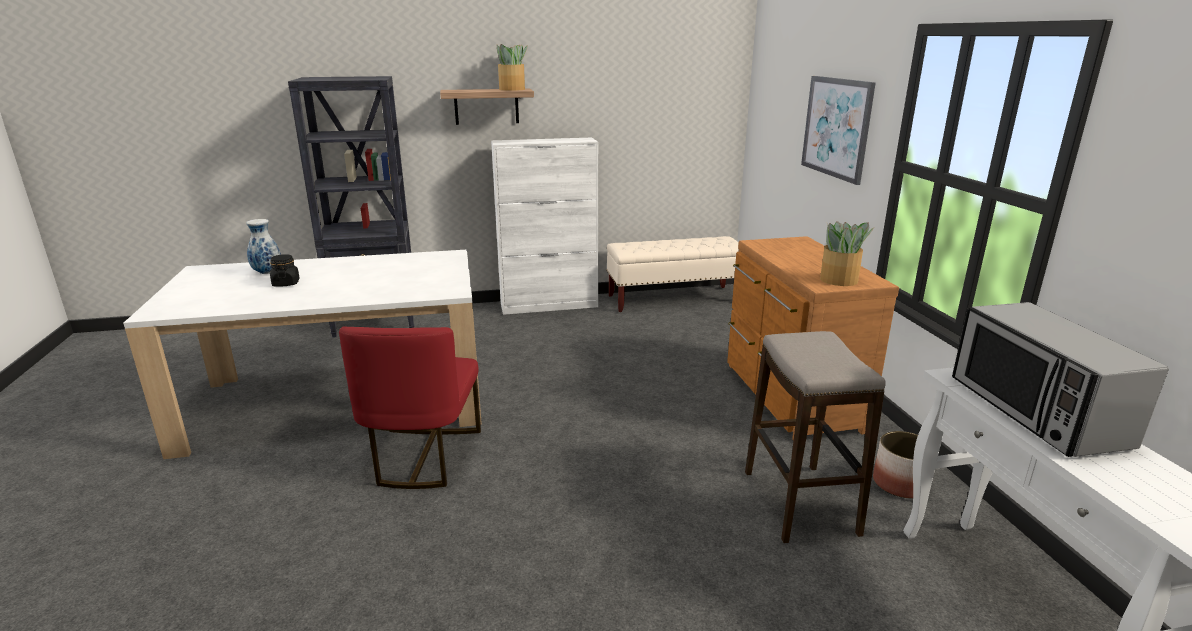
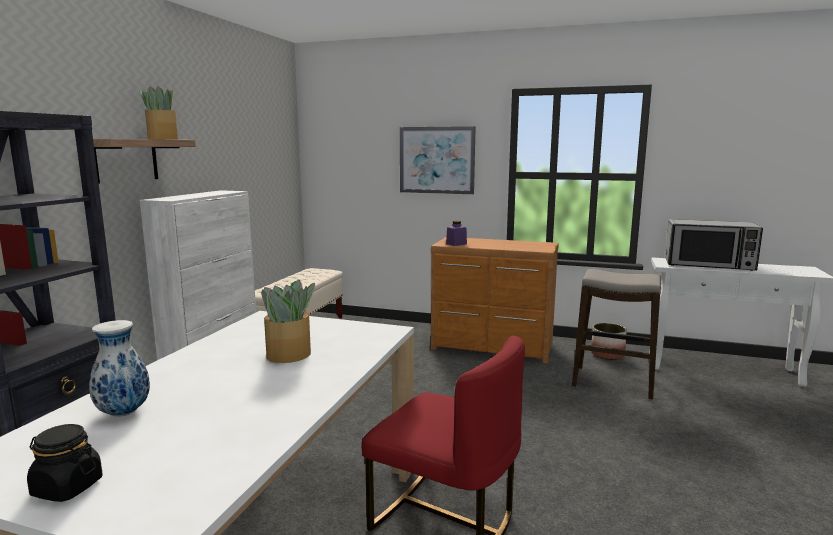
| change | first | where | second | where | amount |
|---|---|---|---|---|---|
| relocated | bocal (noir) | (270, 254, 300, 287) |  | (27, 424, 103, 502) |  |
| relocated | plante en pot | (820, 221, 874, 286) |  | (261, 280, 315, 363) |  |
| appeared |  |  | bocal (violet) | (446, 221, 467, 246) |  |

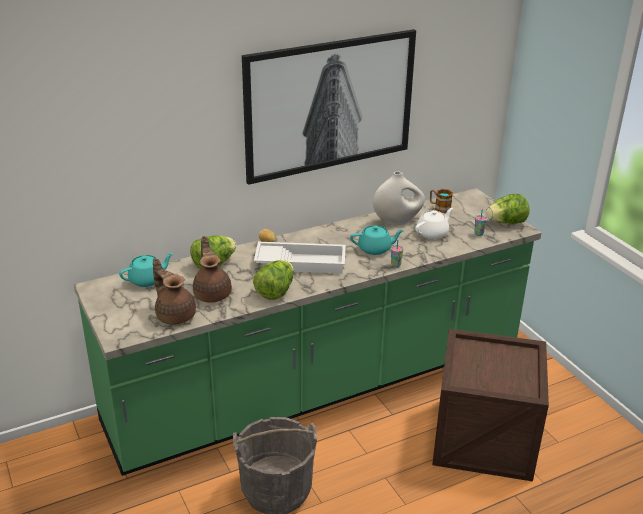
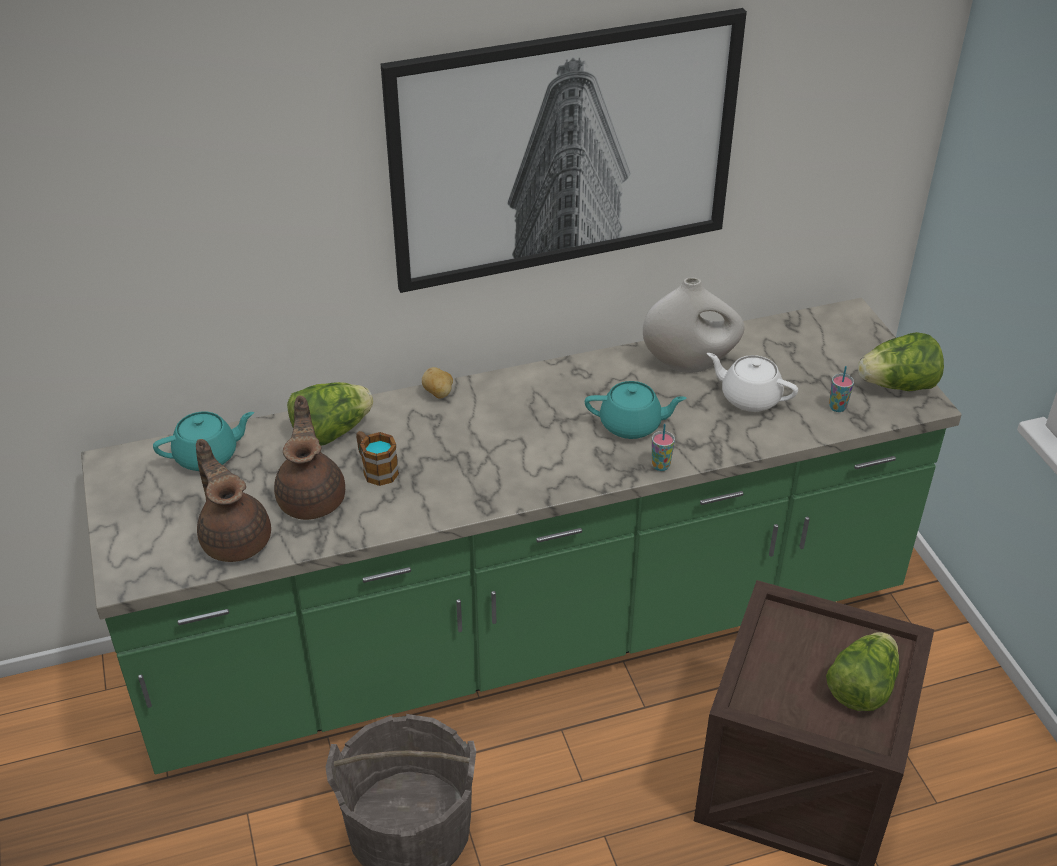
| change | first | where | second | where | amount |
|---|---|---|---|---|---|
| relocated | mug | (430, 189, 453, 213) |  | (356, 431, 399, 486) |  |
| spun | théière (blanc) | (416, 208, 453, 239) |  | (707, 353, 798, 412) | 120 degrees counterclockwise |
| relocated | laitue | (253, 260, 294, 300) |  | (826, 632, 899, 711) |  |
| missing | plateau (blanc) | (254, 242, 346, 274) |  |  |  |

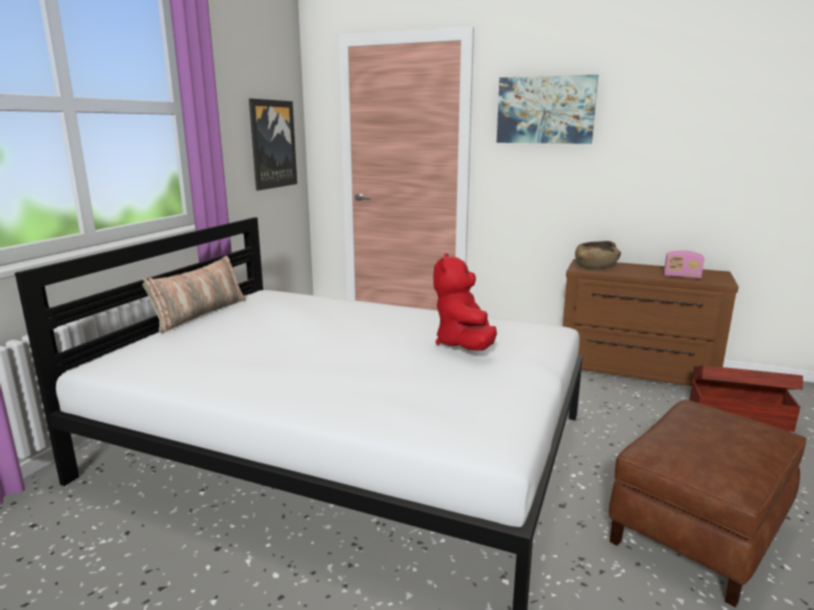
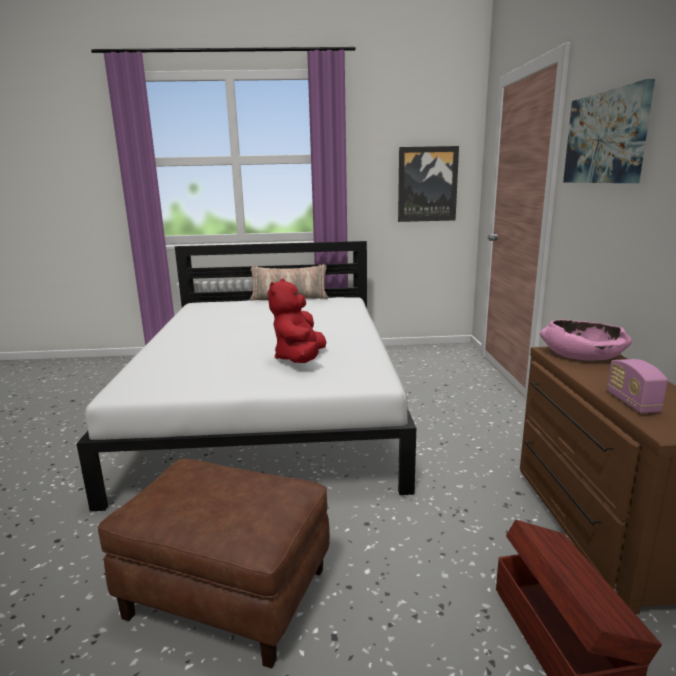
| change | first | where | second | where | amount |
|---|---|---|---|---|---|
| spun | peluche (rouge) | (433, 253, 497, 350) |  | (268, 279, 326, 363) | 60 degrees counterclockwise |
| colour | bol (marron) | (575, 241, 621, 269) | bol (rose) | (540, 319, 632, 361) |  |

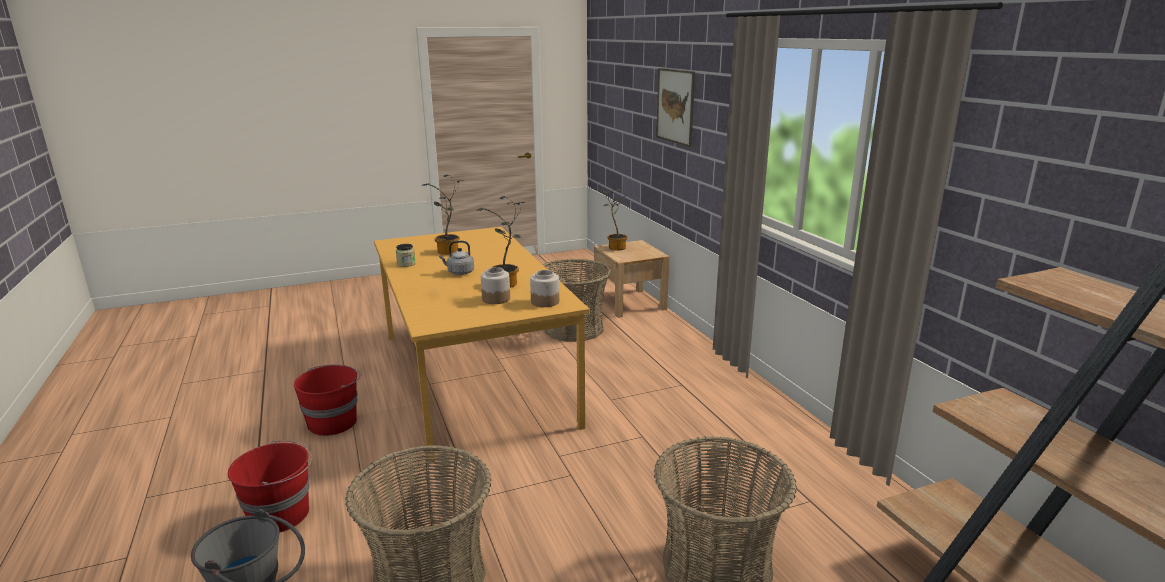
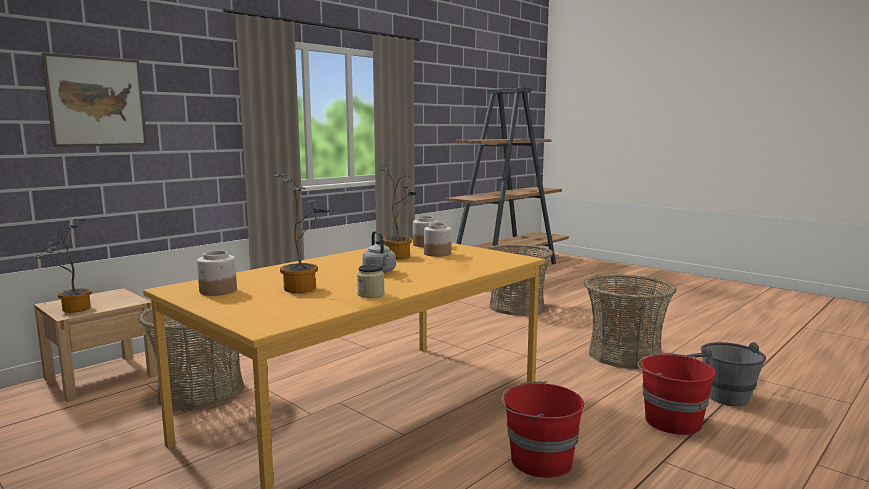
| change | first | where | second | where | amount |
|---|---|---|---|---|---|
| appeared |  |  | bocal | (197, 251, 237, 296) |  |

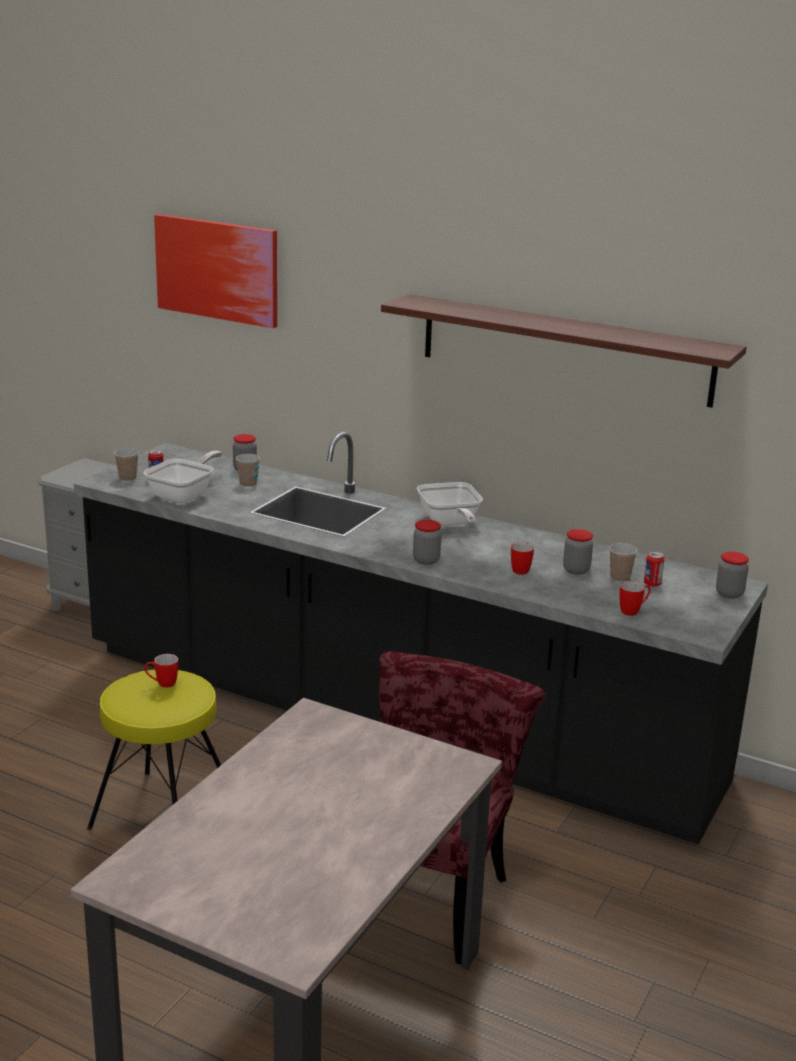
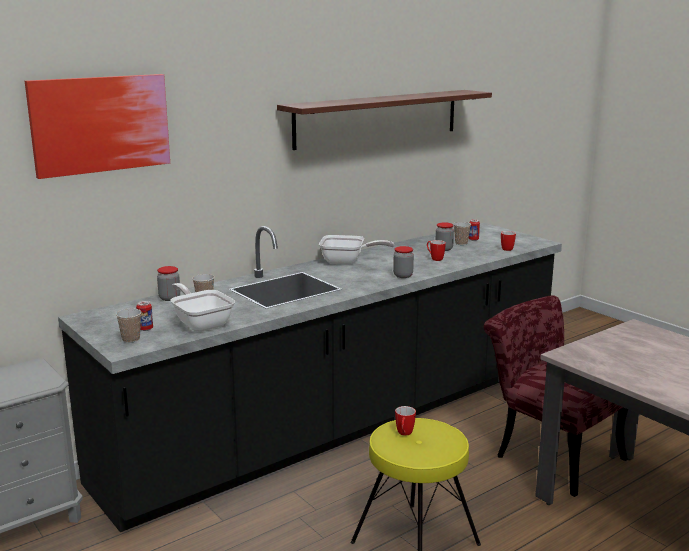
| change | first | where | second | where | amount |
|---|---|---|---|---|---|
| missing | bocal | (716, 552, 749, 599) |  |  |  |

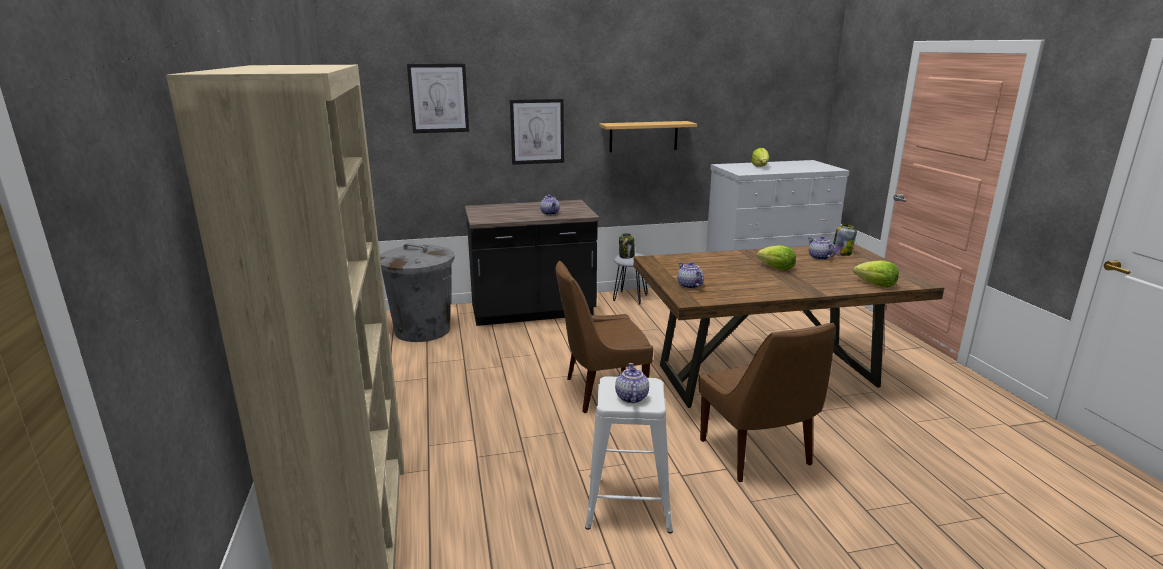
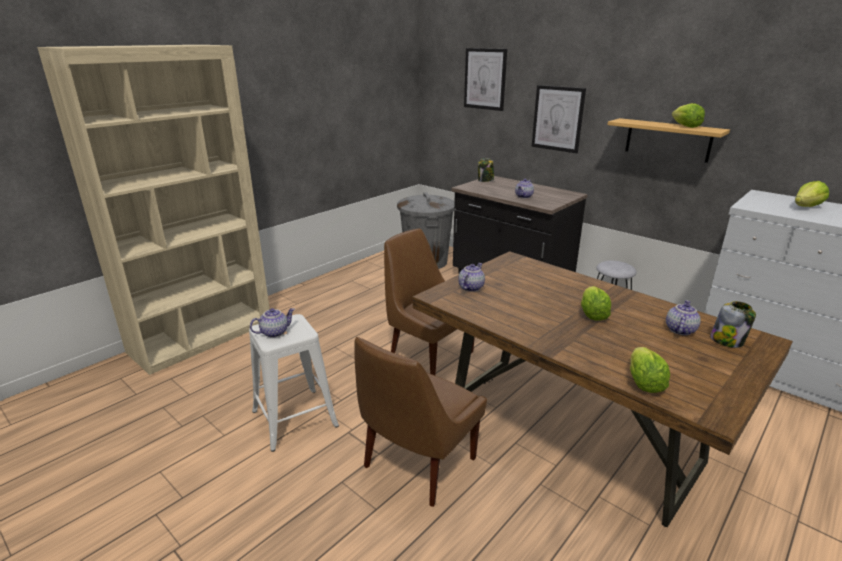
| change | first | where | second | where | amount |
|---|---|---|---|---|---|
| relocated | bocal | (619, 233, 635, 259) |  | (478, 158, 494, 182) |  |
| appeared |  |  | laitue | (672, 103, 705, 128) |  |

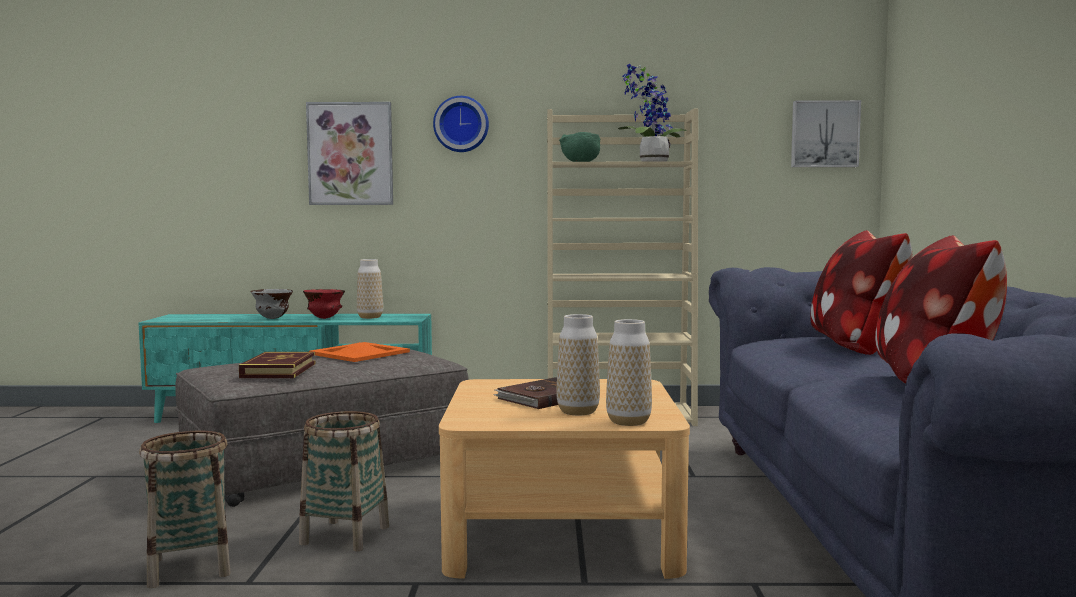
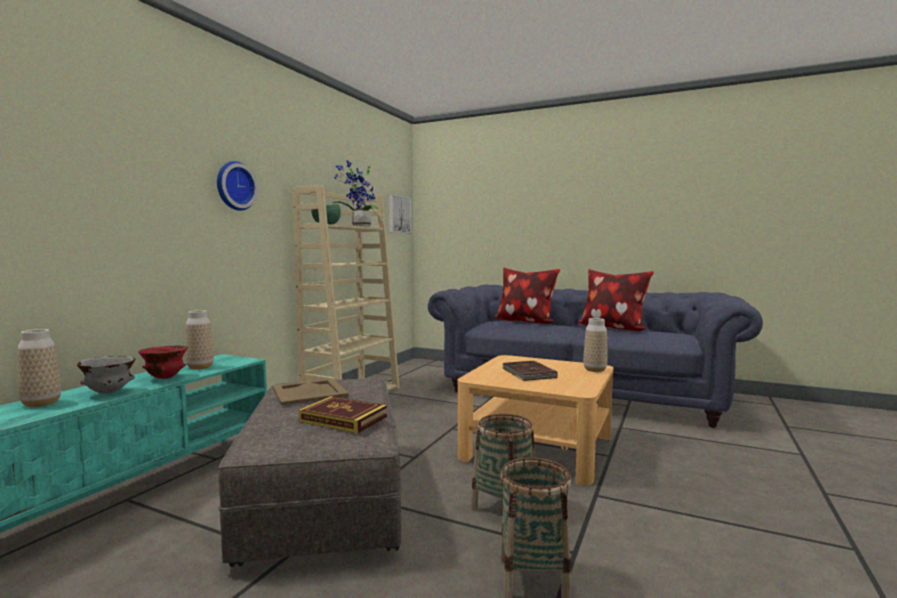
| change | first | where | second | where | amount |
|---|---|---|---|---|---|
| relocated | vase | (556, 314, 600, 416) |  | (17, 329, 61, 407) |  |
| colour | plateau (orange) | (309, 342, 410, 362) | plateau (beige) | (272, 378, 349, 406) |  |
| missing | tableau | (306, 102, 393, 205) |  |  |  |

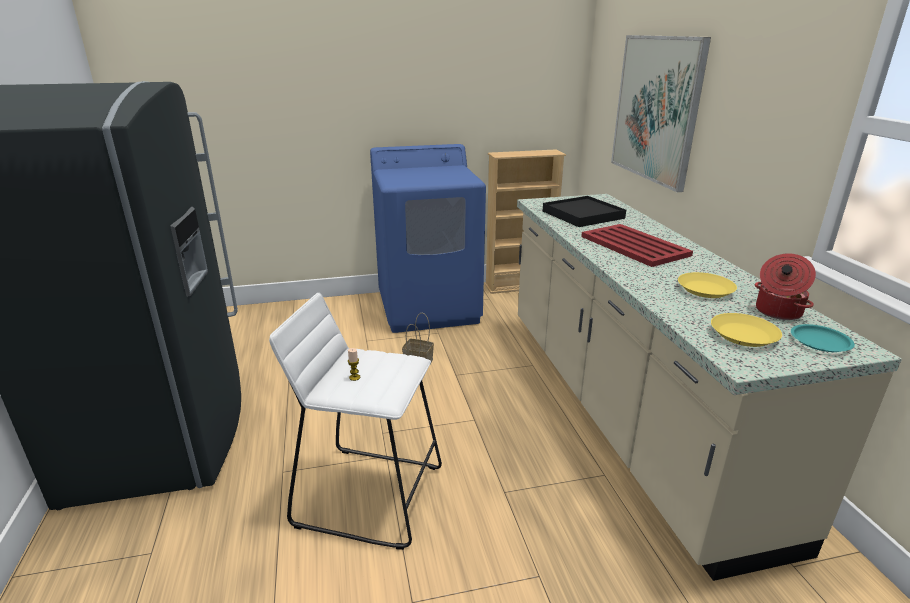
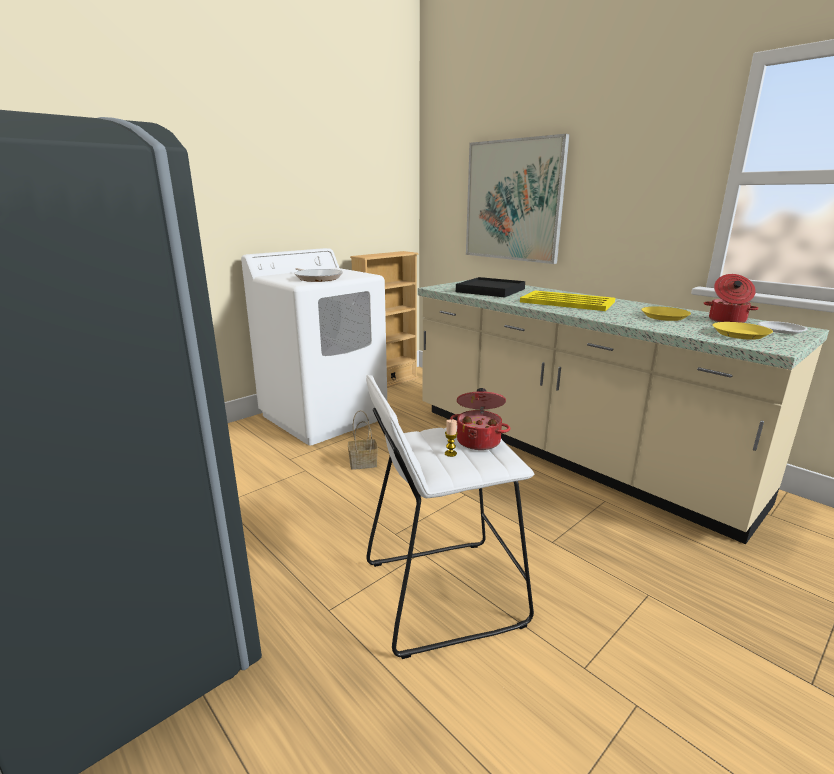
| change | first | where | second | where | amount |
|---|---|---|---|---|---|
| colour | lave-linge (bleu) | (370, 144, 486, 333) | lave-linge (blanc) | (241, 248, 387, 446) |  |
| appeared |  |  | poêle | (294, 268, 343, 282) |  |
| appeared |  |  | marmite | (450, 388, 510, 450) |  |
| colour | plateau (rouge) | (581, 224, 693, 267) | plateau (jaune) | (520, 291, 615, 311) |  |
| colour | assiette (turquoise) | (791, 324, 855, 352) | assiette (blanc) | (757, 321, 808, 334) |  |

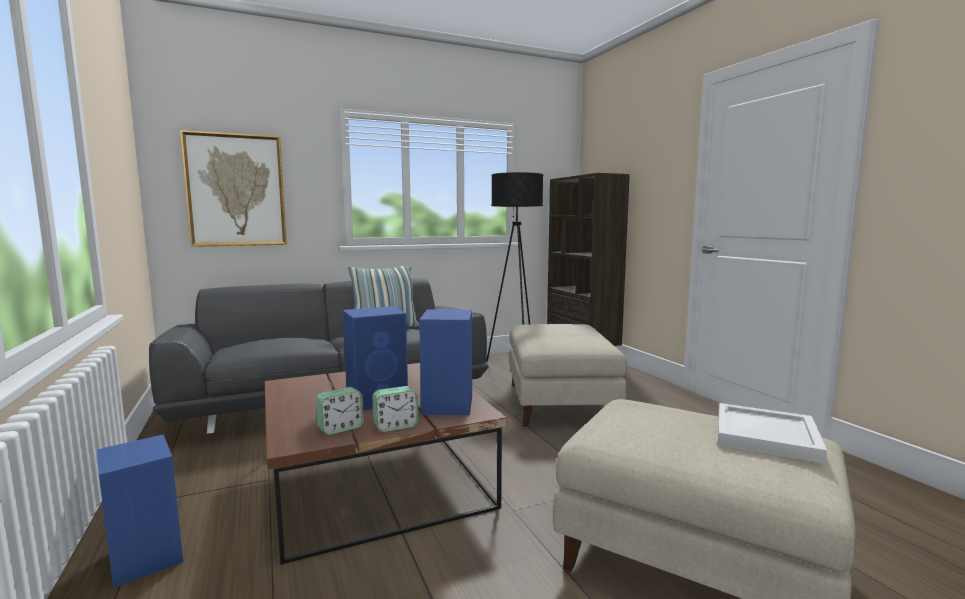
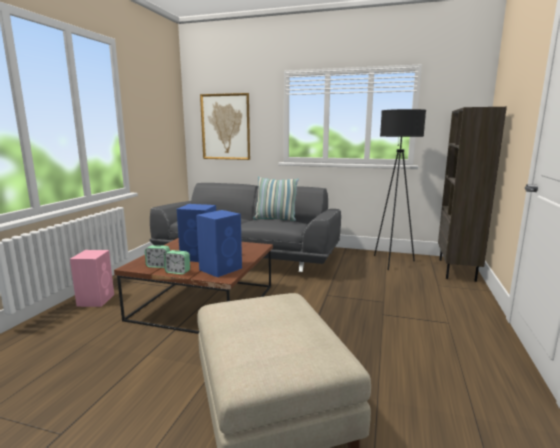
| change | first | where | second | where | amount |
|---|---|---|---|---|---|
| colour | enceinte (bleu) | (97, 434, 183, 588) | enceinte (rose) | (70, 250, 114, 307) |  |
| missing | pouf (beige) | (509, 324, 627, 427) |  |  |  |
| missing | plateau (blanc) | (718, 403, 827, 464) |  |  |  |

